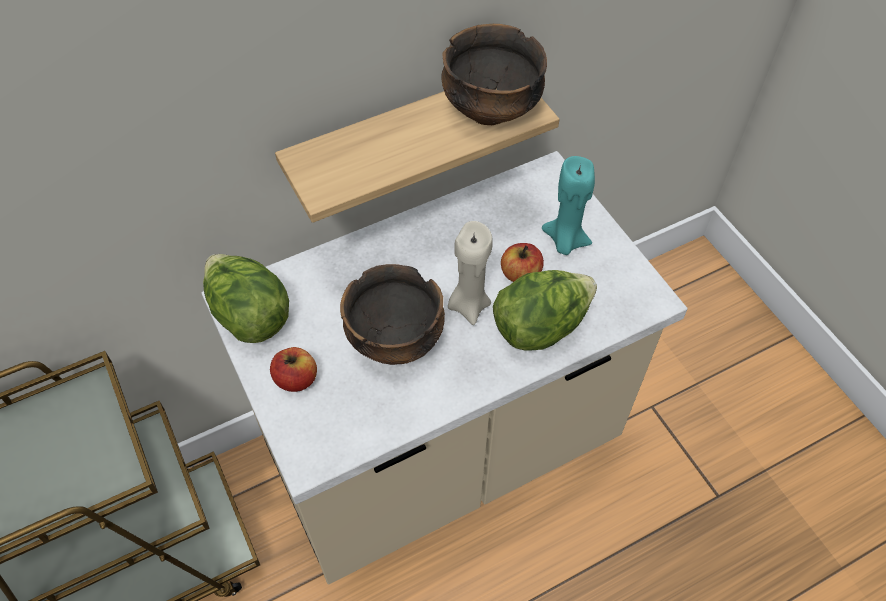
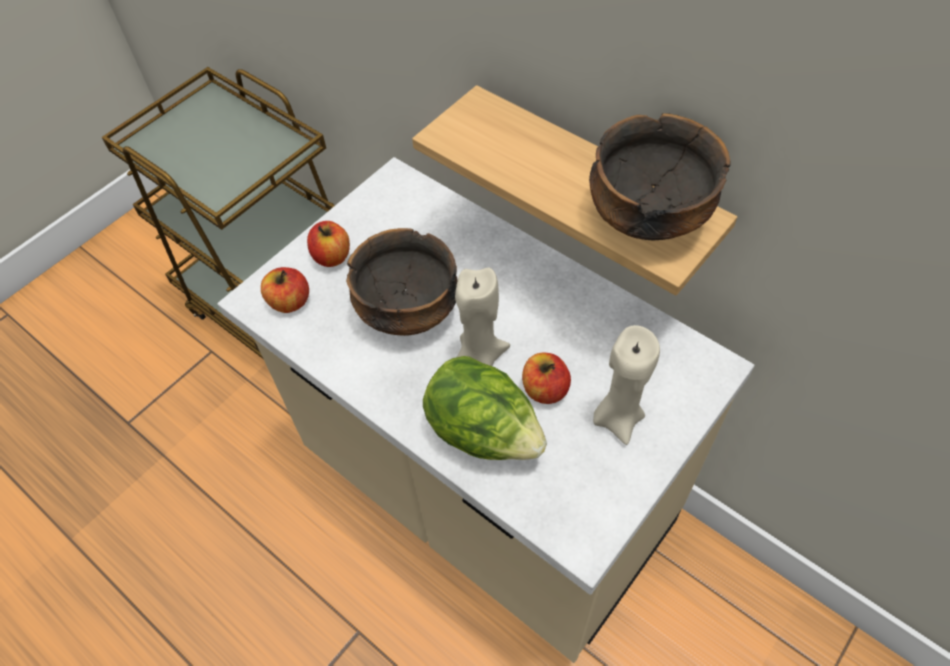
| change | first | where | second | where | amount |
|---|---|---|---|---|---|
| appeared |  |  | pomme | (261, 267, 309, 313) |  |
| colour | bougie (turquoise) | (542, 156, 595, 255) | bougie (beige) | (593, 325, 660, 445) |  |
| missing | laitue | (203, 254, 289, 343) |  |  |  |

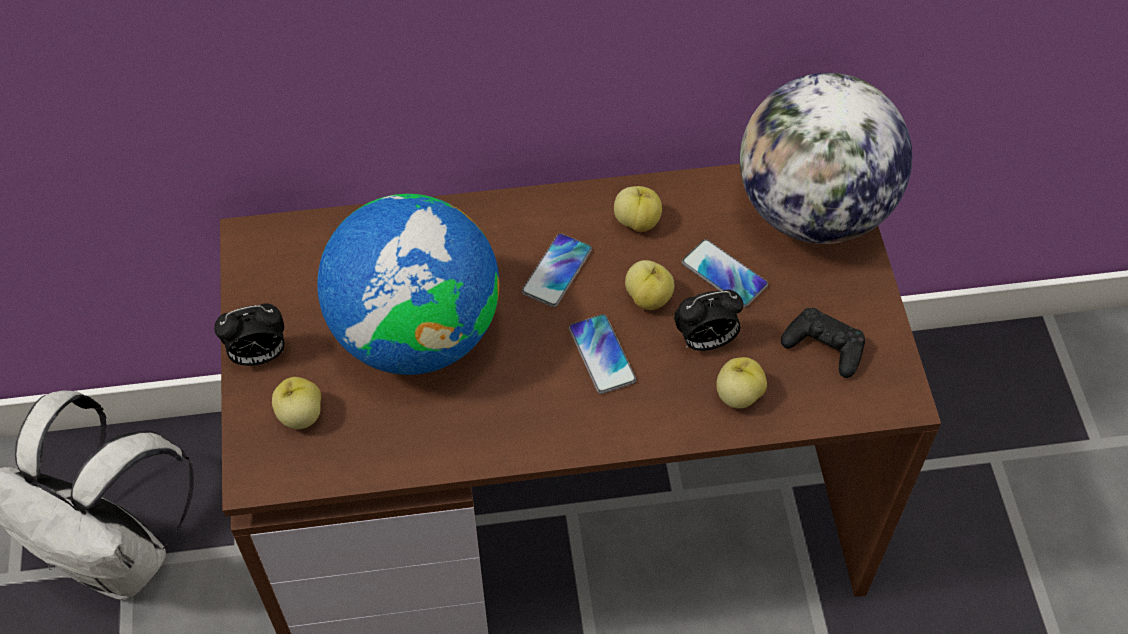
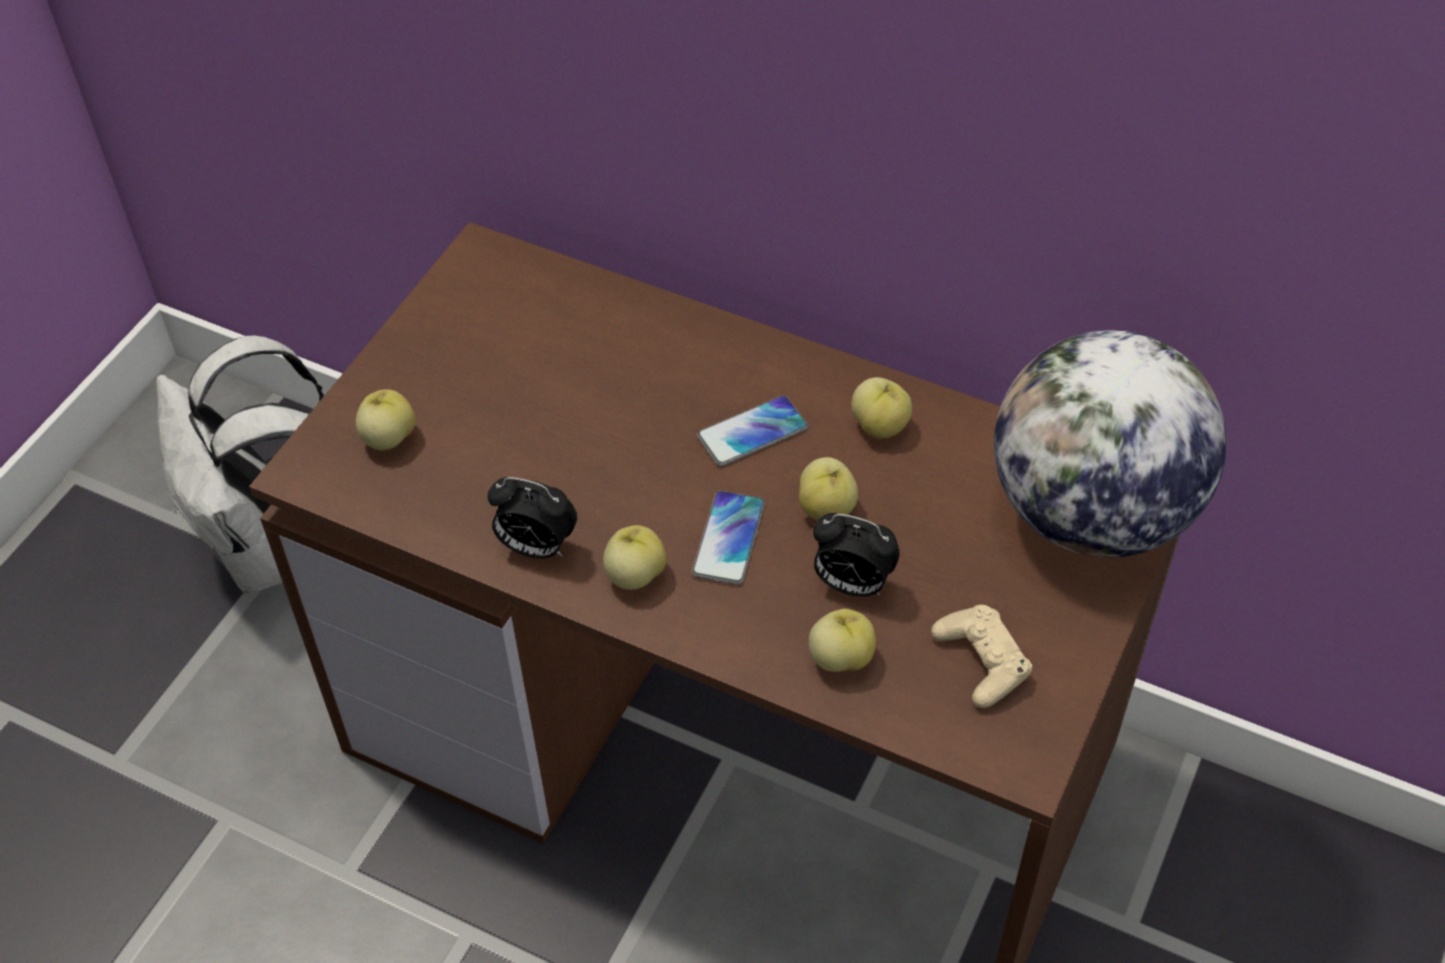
| change | first | where | second | where | amount |
|---|---|---|---|---|---|
| relocated | réveil | (214, 304, 284, 366) |  | (488, 477, 577, 559) |  |
| appeared |  |  | pomme | (603, 525, 666, 590) |  |
| colour | manette (noir) | (781, 308, 865, 378) | manette (beige) | (931, 605, 1032, 708) |  |
| missing | globe | (317, 194, 499, 375) |  |  |  |
| missing | téléphone | (682, 239, 768, 307) |  |  |  |

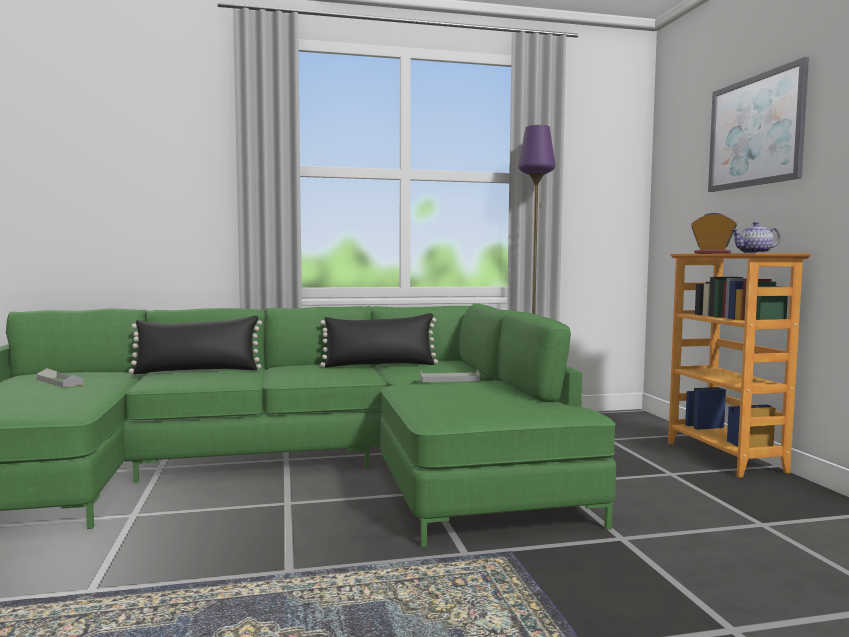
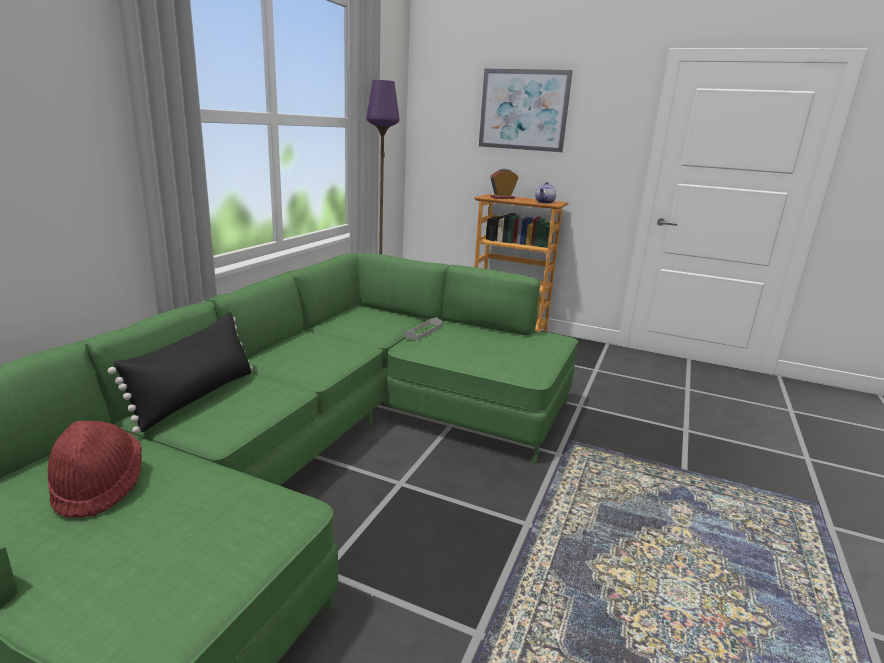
| change | first | where | second | where | amount |
|---|---|---|---|---|---|
| exchanged | plateau (gris) | (37, 368, 84, 388) | chapeau (rouge) | (47, 420, 142, 518) |  |
| missing | coussin (noir) | (320, 313, 438, 368) |  |  |  |

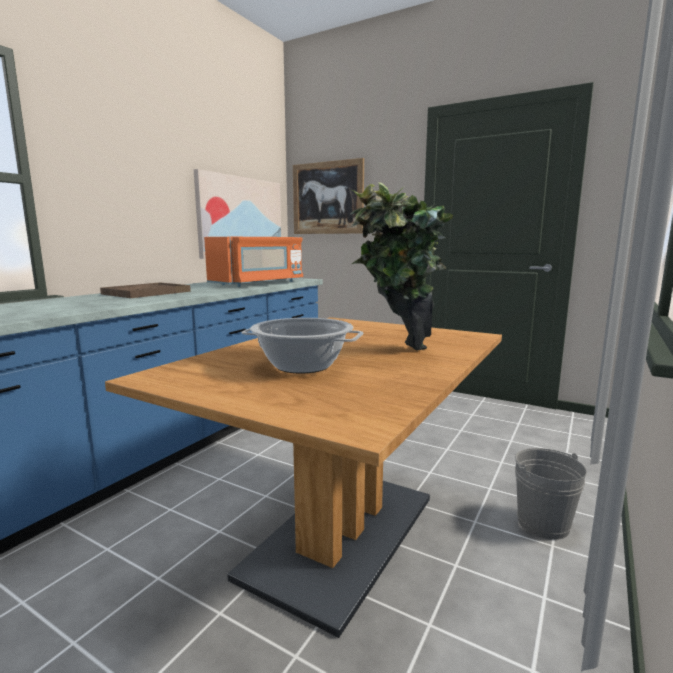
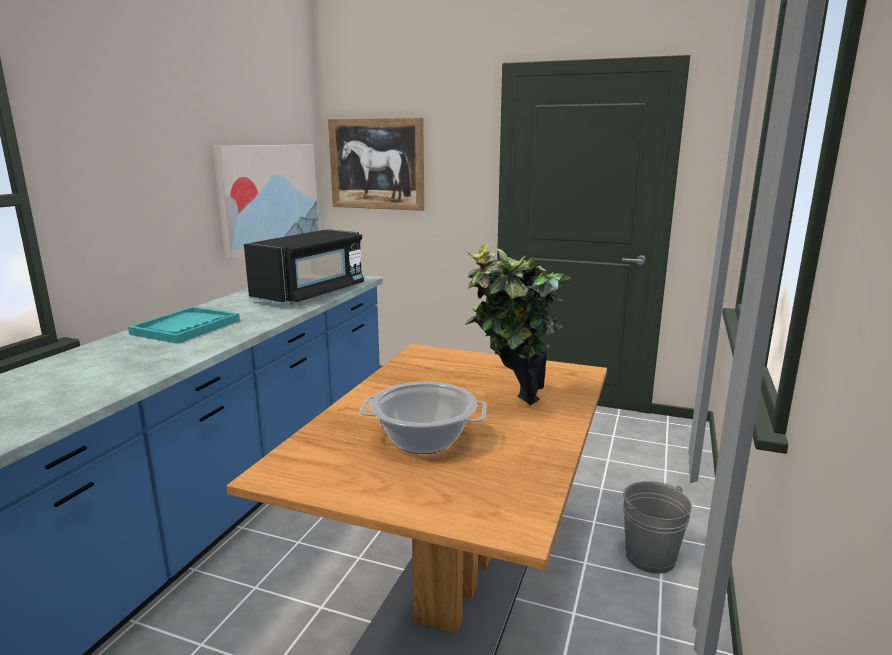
| change | first | where | second | where | amount |
|---|---|---|---|---|---|
| colour | plateau (marron) | (100, 283, 191, 298) | plateau (turquoise) | (128, 307, 240, 344) |  |
| colour | micro-ondes (orange) | (204, 237, 303, 287) | micro-ondes (noir) | (244, 229, 364, 305) |  |

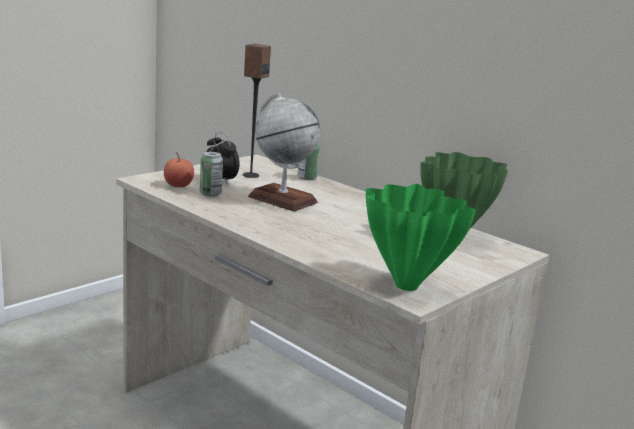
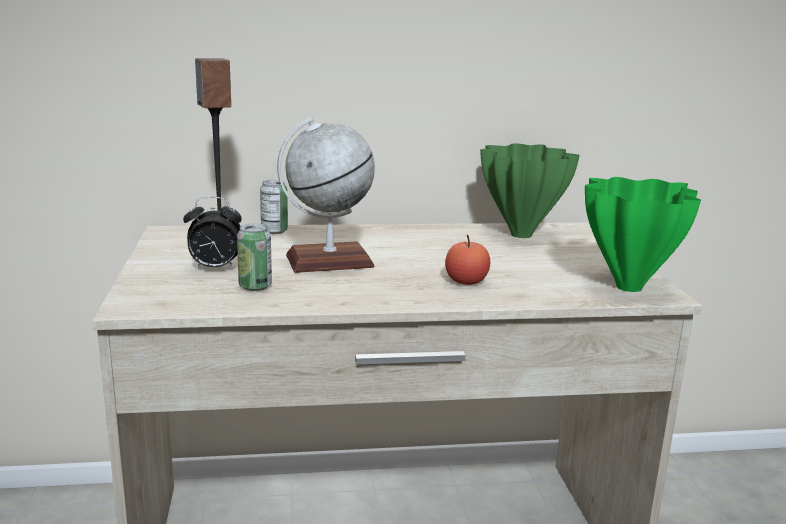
| change | first | where | second | where | amount |
|---|---|---|---|---|---|
| relocated | pomme | (164, 152, 194, 187) |  | (445, 235, 490, 285) |  |

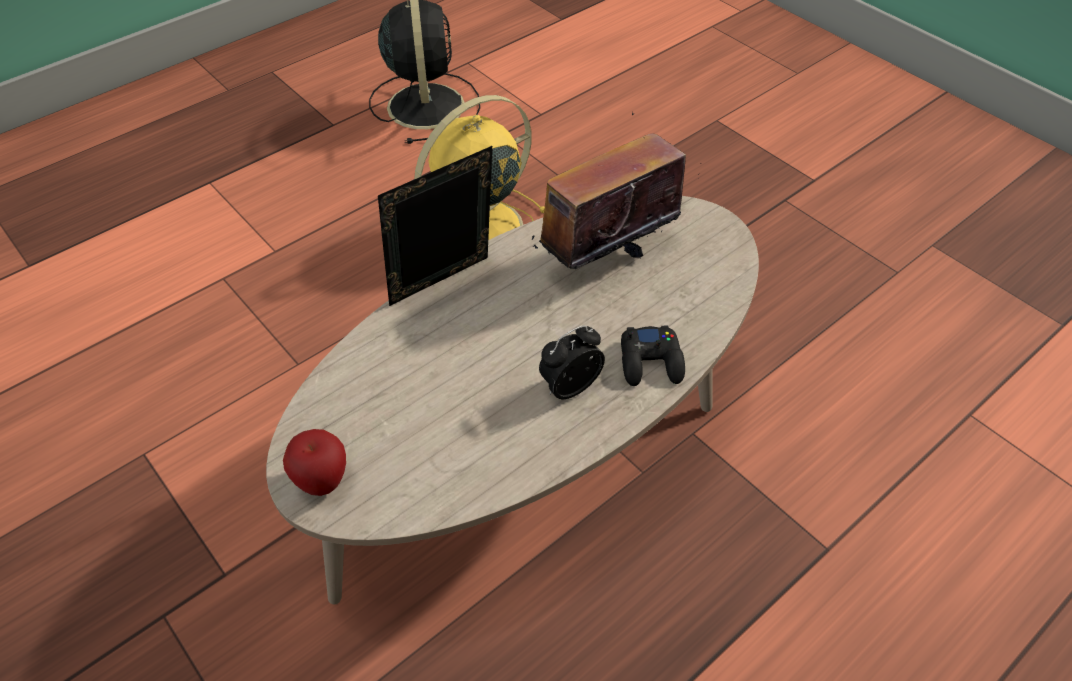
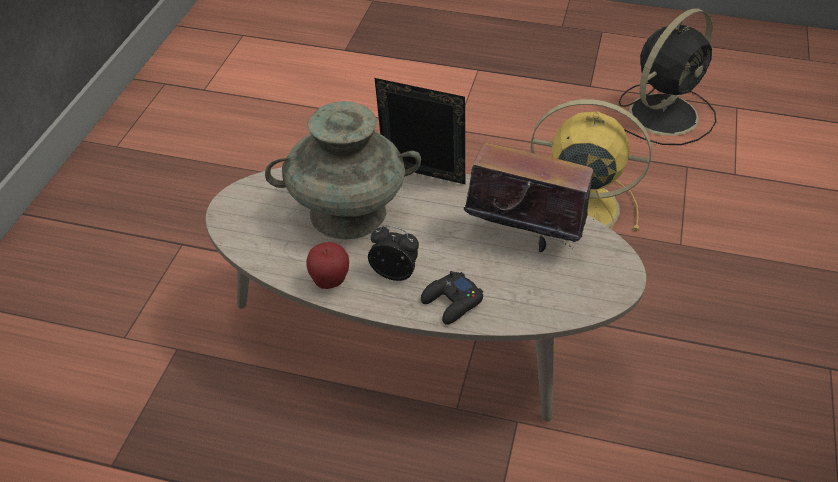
| change | first | where | second | where | amount |
|---|---|---|---|---|---|
| appeared |  |  | vase (turquoise) | (265, 101, 421, 240) |  |
| relocated | pomme | (283, 429, 346, 496) |  | (306, 242, 349, 289) |  |

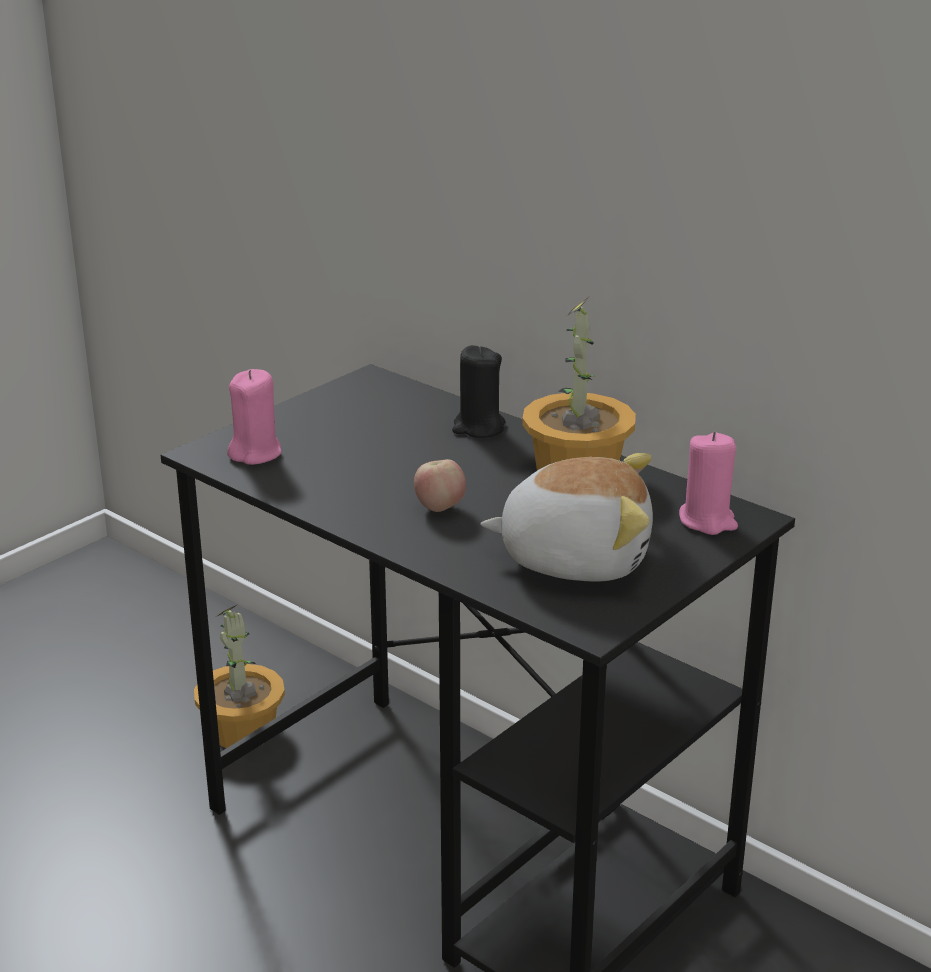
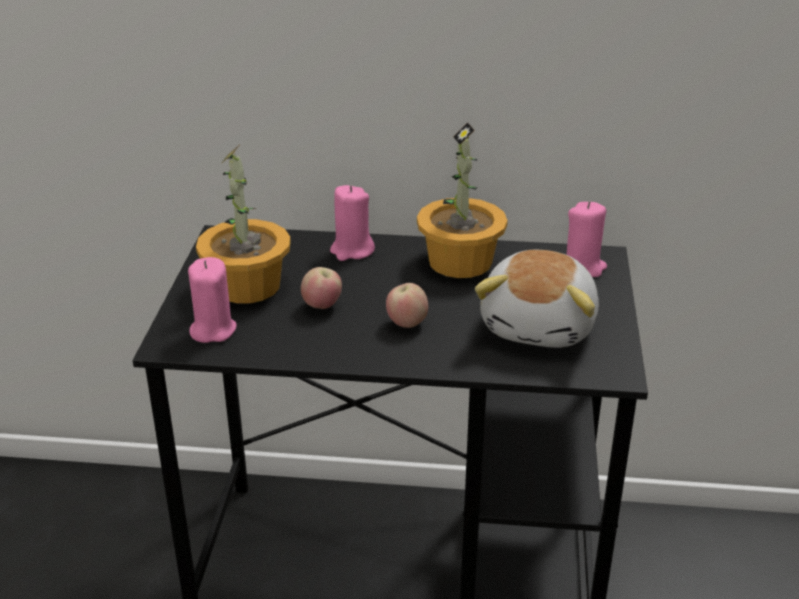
| change | first | where | second | where | amount |
|---|---|---|---|---|---|
| relocated | plante en pot | (194, 605, 285, 748) |  | (196, 146, 291, 303) |  |
| appeared |  |  | pomme | (301, 267, 342, 309) |  |
| colour | bougie (noir) | (452, 345, 505, 438) | bougie (rose) | (330, 185, 375, 261) |  |
| spun | peluche | (480, 453, 653, 582) |  | (475, 250, 599, 348) | 135 degrees clockwise |

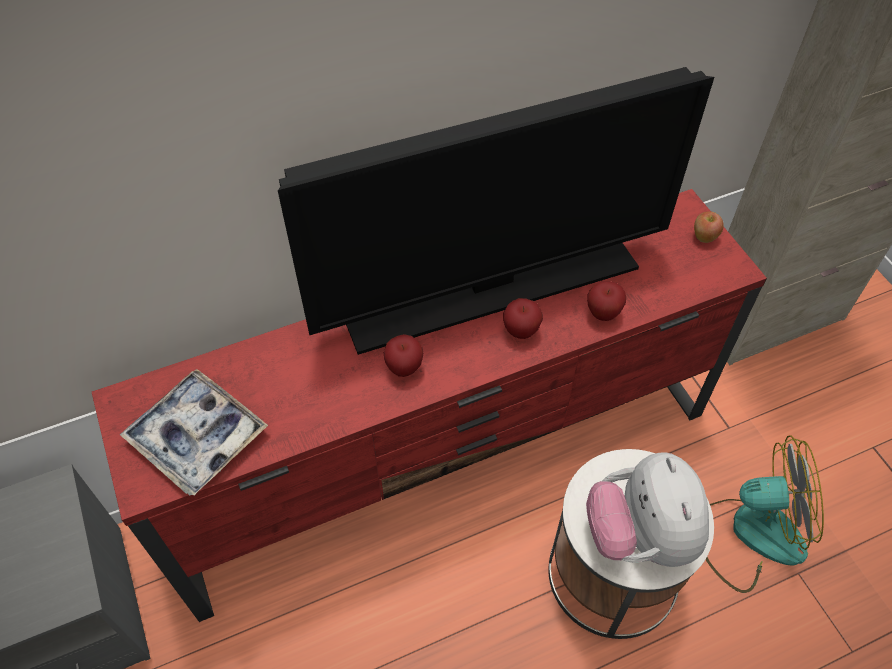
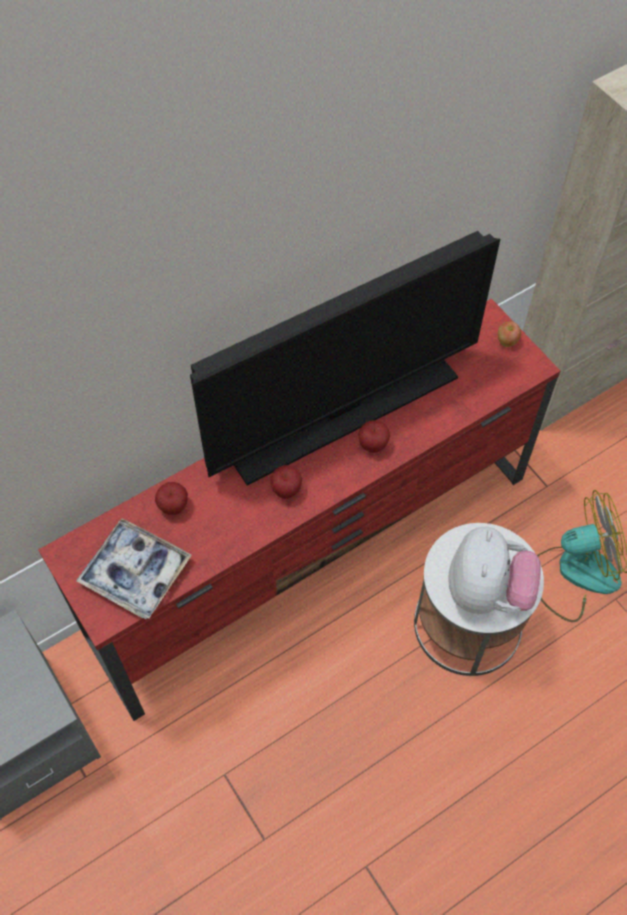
| change | first | where | second | where | amount |
|---|---|---|---|---|---|
| relocated | pomme | (587, 281, 626, 321) |  | (155, 482, 188, 515) |  |
| spun | peluche | (586, 453, 709, 567) |  | (448, 526, 541, 614) | 150 degrees counterclockwise |

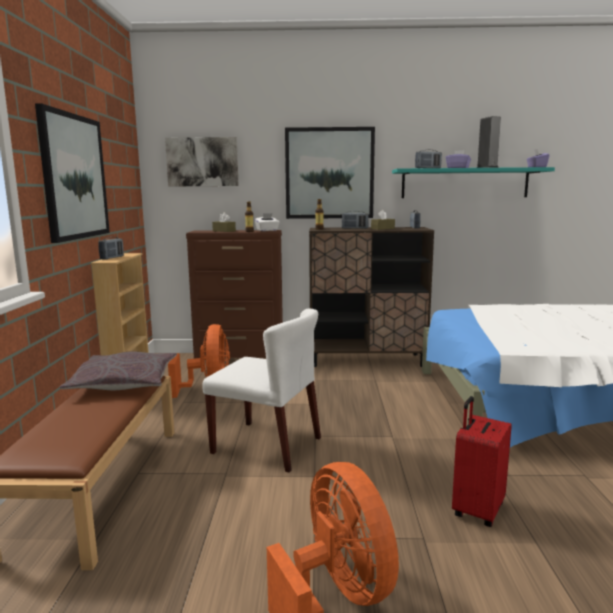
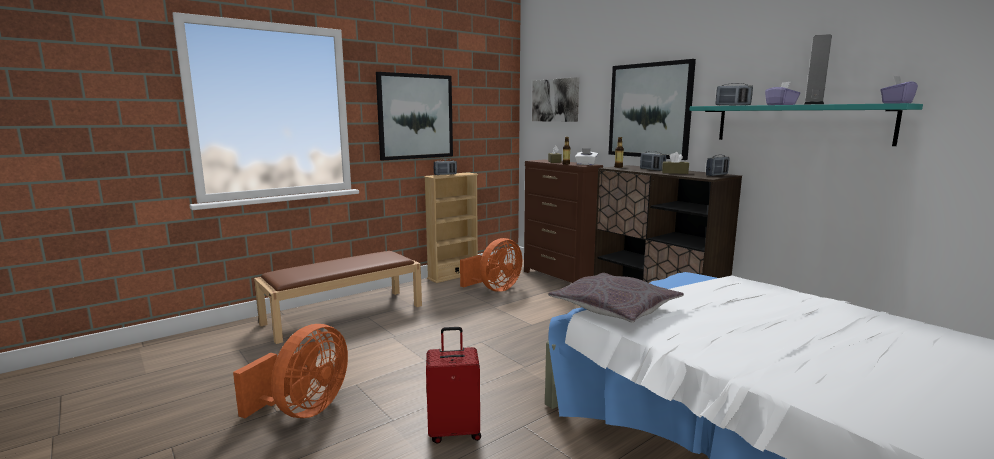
| change | first | where | second | where | amount |
|---|---|---|---|---|---|
| relocated | coussin (gris) | (60, 351, 177, 390) |  | (548, 273, 684, 323) |  |
| missing | chaise (blanc) | (202, 308, 321, 473) |  |  |  |

